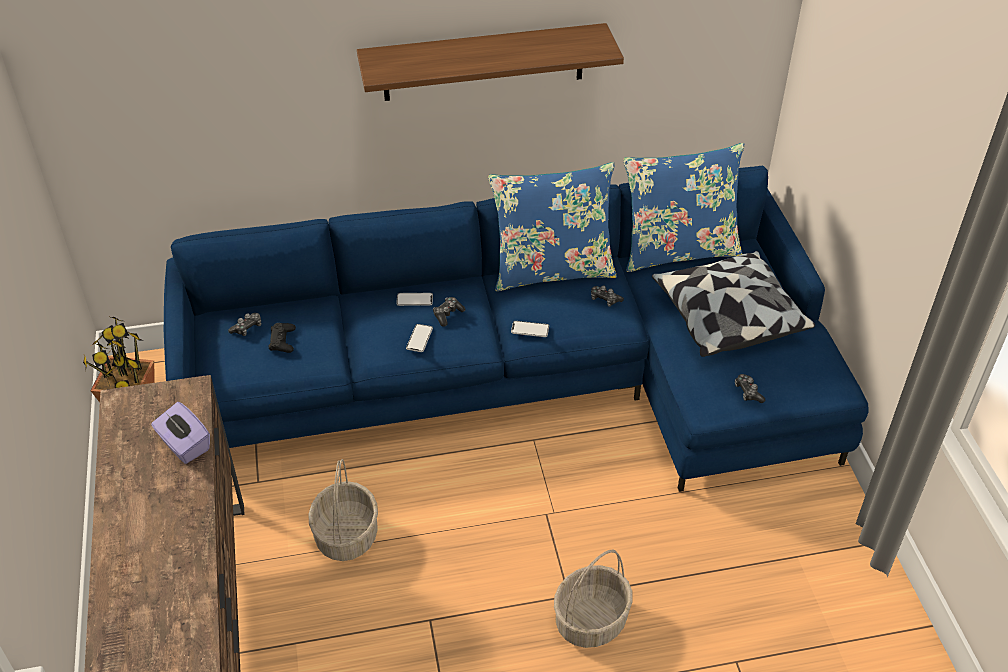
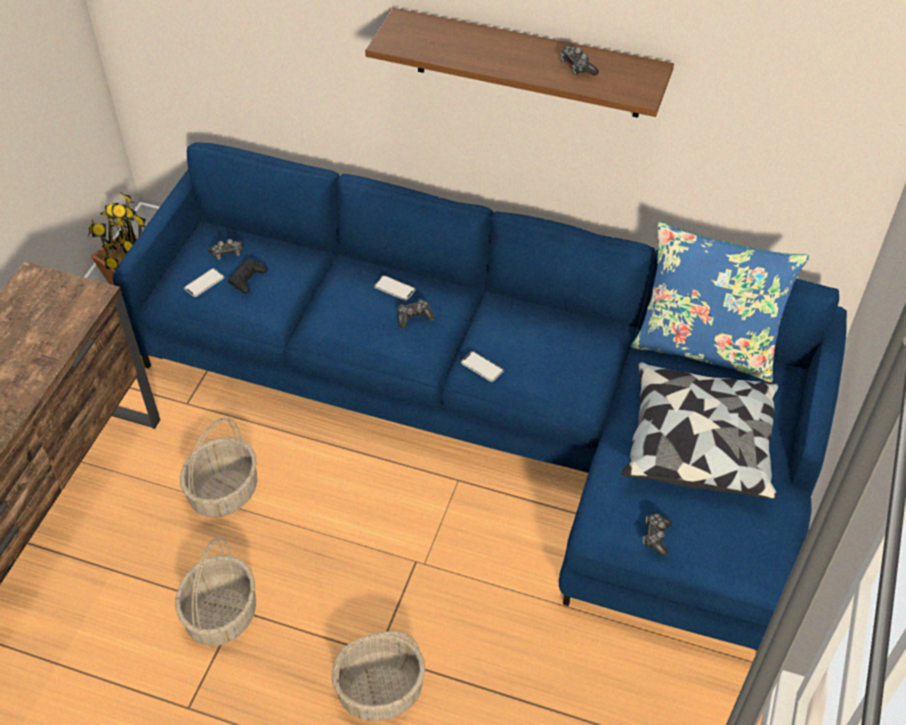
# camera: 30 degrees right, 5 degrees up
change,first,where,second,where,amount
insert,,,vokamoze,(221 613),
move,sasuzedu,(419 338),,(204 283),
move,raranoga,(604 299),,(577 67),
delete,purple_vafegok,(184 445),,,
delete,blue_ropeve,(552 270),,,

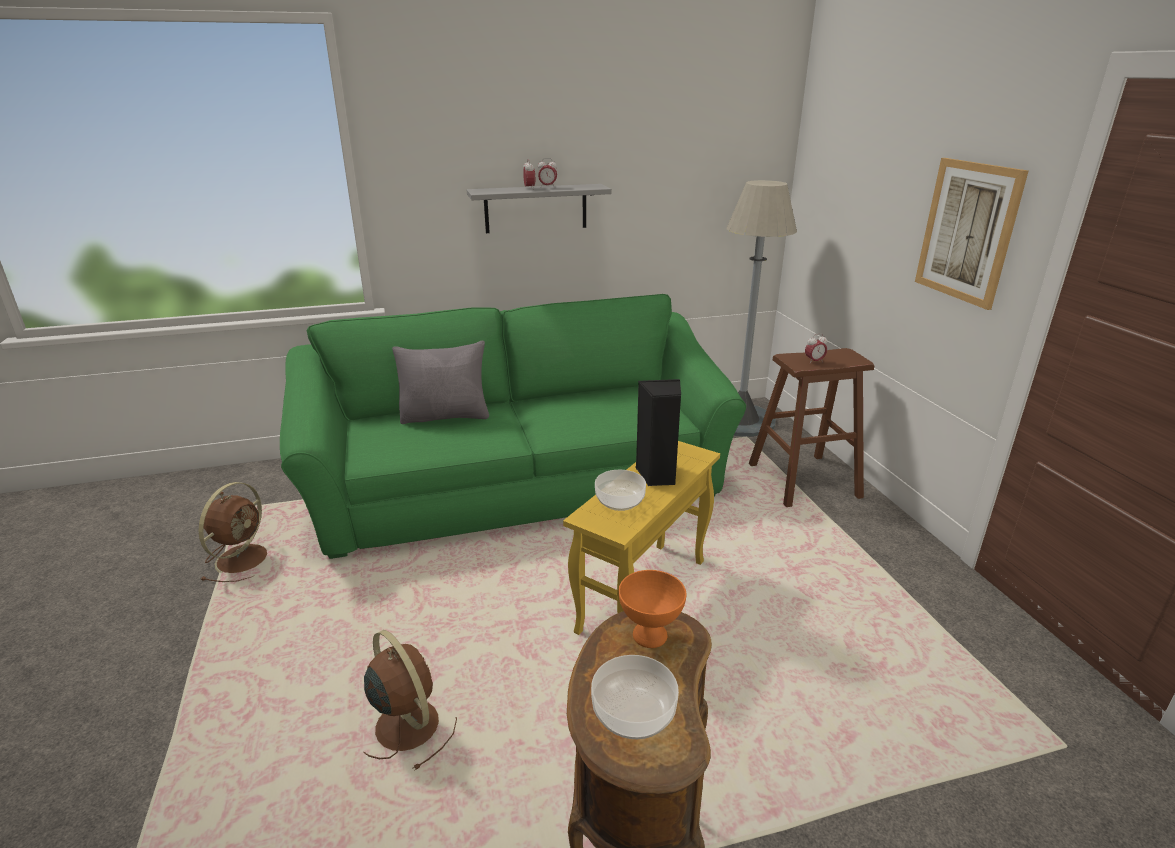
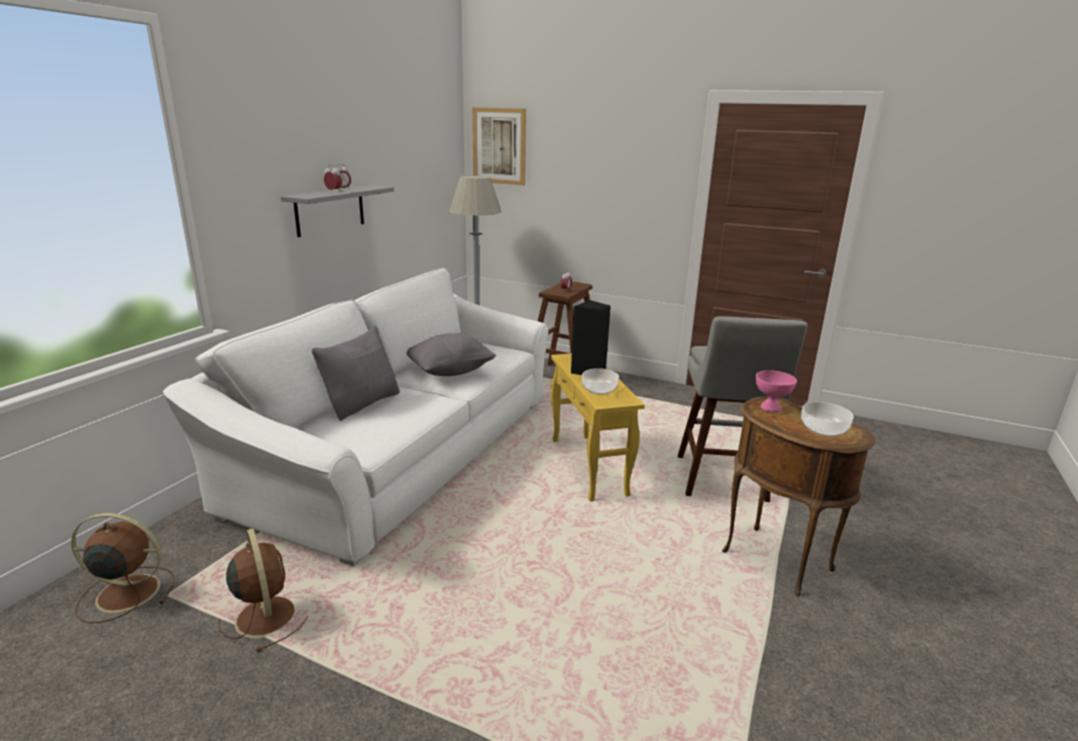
# camera: 50 degrees left, 5 degrees down
change,first,where,second,where,amount
move,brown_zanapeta,(405 723),,(125 593),
recolor,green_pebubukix,(519 482),white_pebubukix,(403 451),
insert,,,grey_ropeve,(450 371),
move,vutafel,(967 231),,(499 146),
insert,,,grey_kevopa,(721 482),
recolor,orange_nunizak,(649 634),pink_nunizak,(770 408),

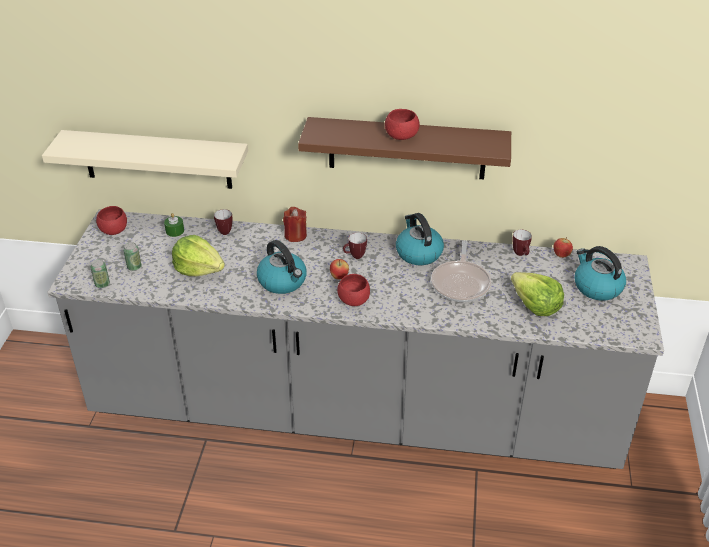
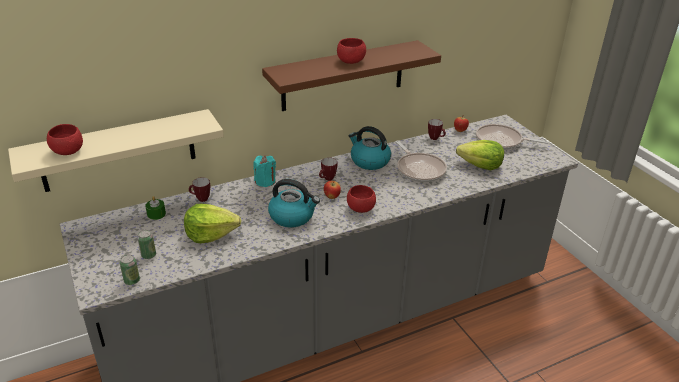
# camera: 35 degrees left, 5 degrees down
change,first,where,second,where,amount
move,red_nunizak,(113 230),,(67 151),
recolor,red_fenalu,(295 235),turquoise_fenalu,(265 181),
replace,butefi,(596 287),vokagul,(501 141),

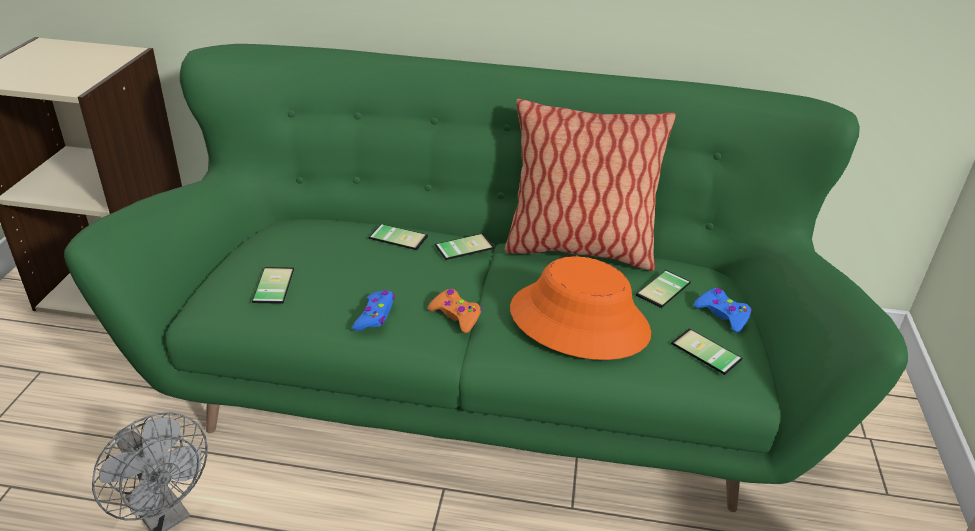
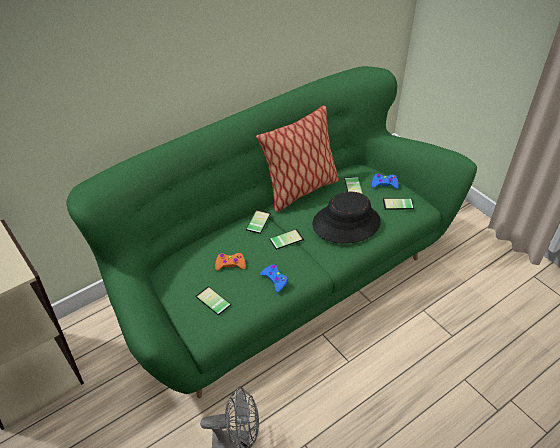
# camera: 45 degrees left, 10 degrees up
change,first,where,second,where,amount
move,orange_raranoga,(456 315),,(230 264),
move,sasuzedu,(399 236),,(285 238),
recolor,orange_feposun,(579 321),black_feposun,(346 223),

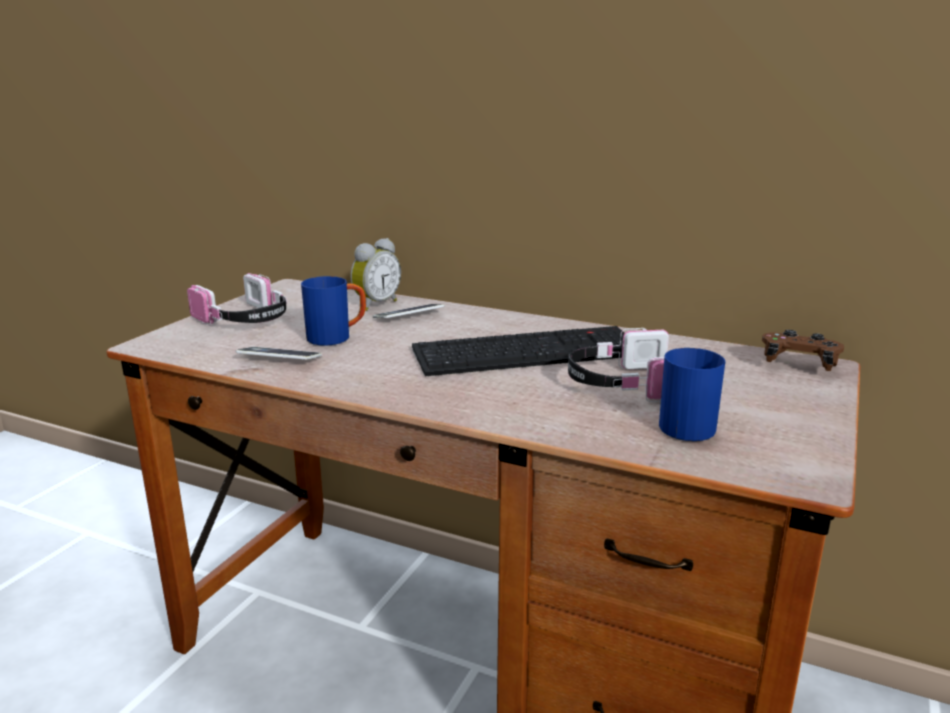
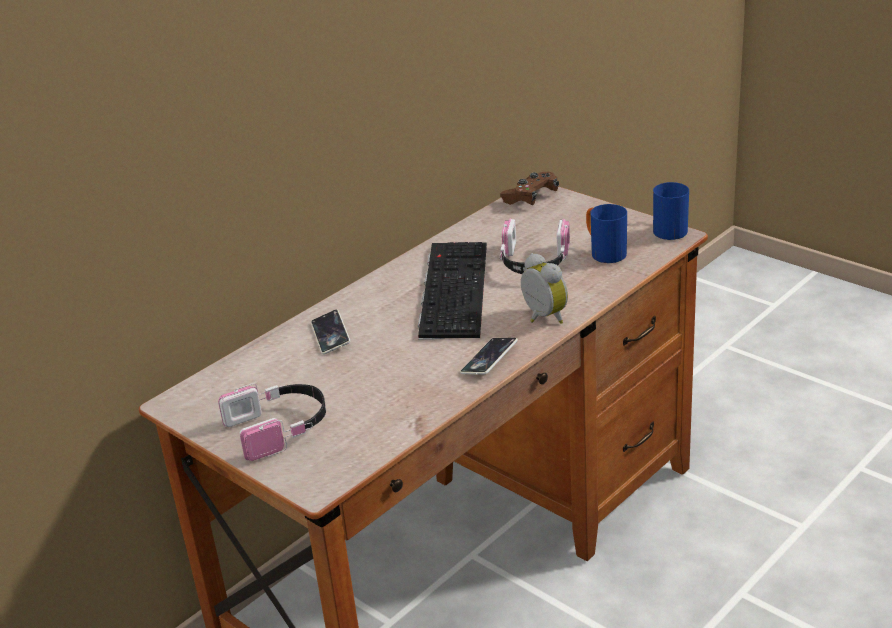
# camera: 70 degrees left, 10 degrees up
change,first,where,second,where,amount
move,sasuzedu,(279 358),,(489 360),
move,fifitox,(375 304),,(542 318),
move,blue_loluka,(337 337),,(668 229),

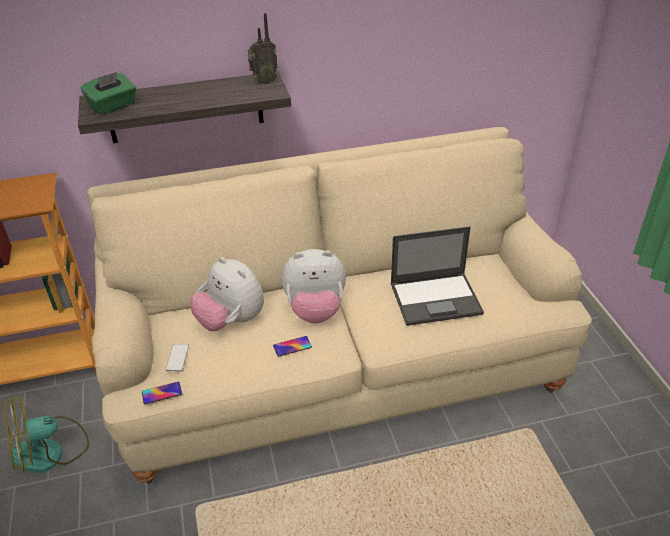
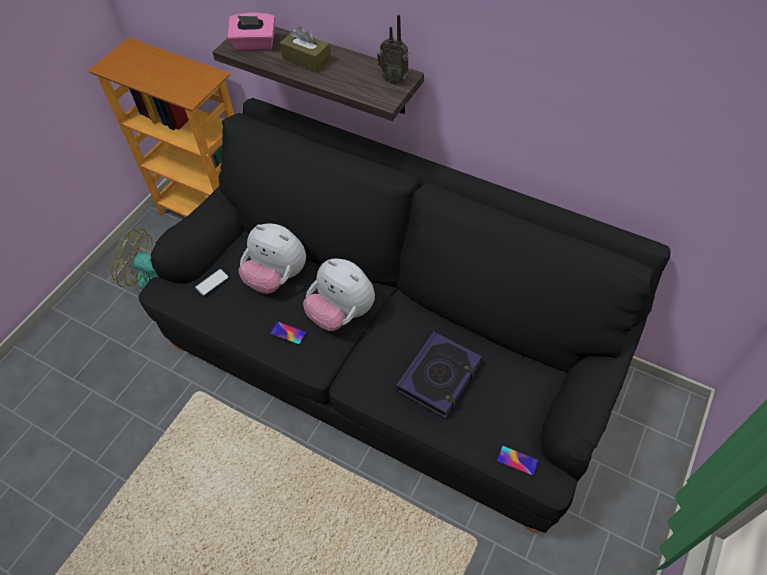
# camera: 45 degrees right, 15 degrees up
change,first,where,second,where,amount
recolor,beige_pebubukix,(337 368),black_pebubukix,(388 361),
recolor,green_vafegok,(113 107),pink_vafegok,(255 45),
rotate,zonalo,(231 321),,(276 277),60 degrees counterclockwise
insert,,,brown_vafegok,(307 59),
replace,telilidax,(436 298),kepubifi,(439 377),
move,sasuzedu,(162 393),,(517 461),

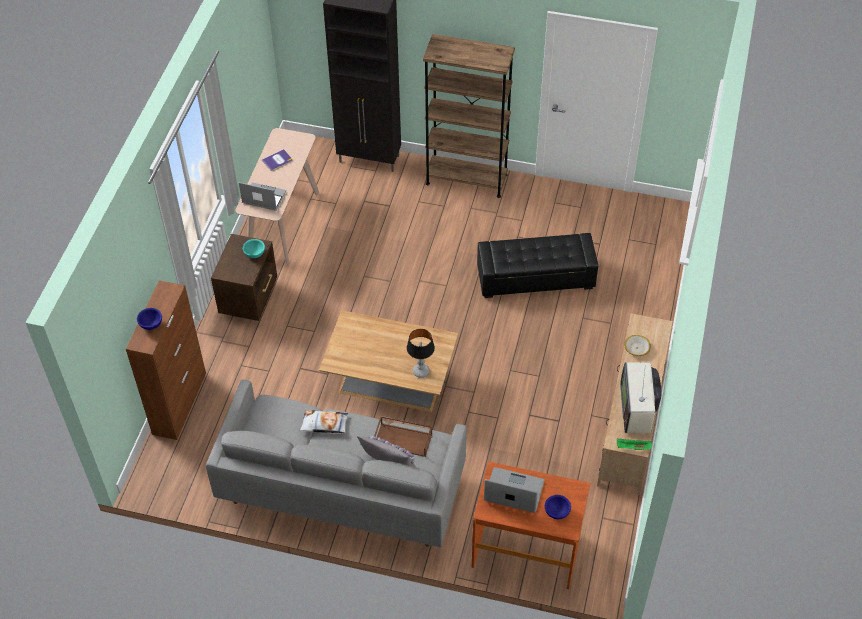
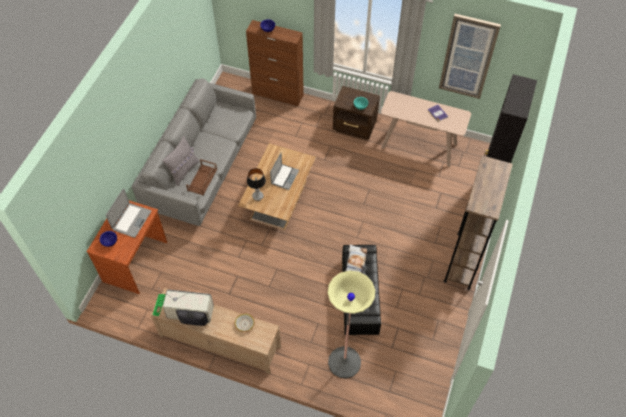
# camera: 95 degrees right, 5 degrees up
change,first,where,second,where,amount
move,telilidax,(263 198),,(284 177),
insert,,,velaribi,(344 362),
move,ropeve,(324 424),,(355 260),
insert,,,vutafel,(468 57),

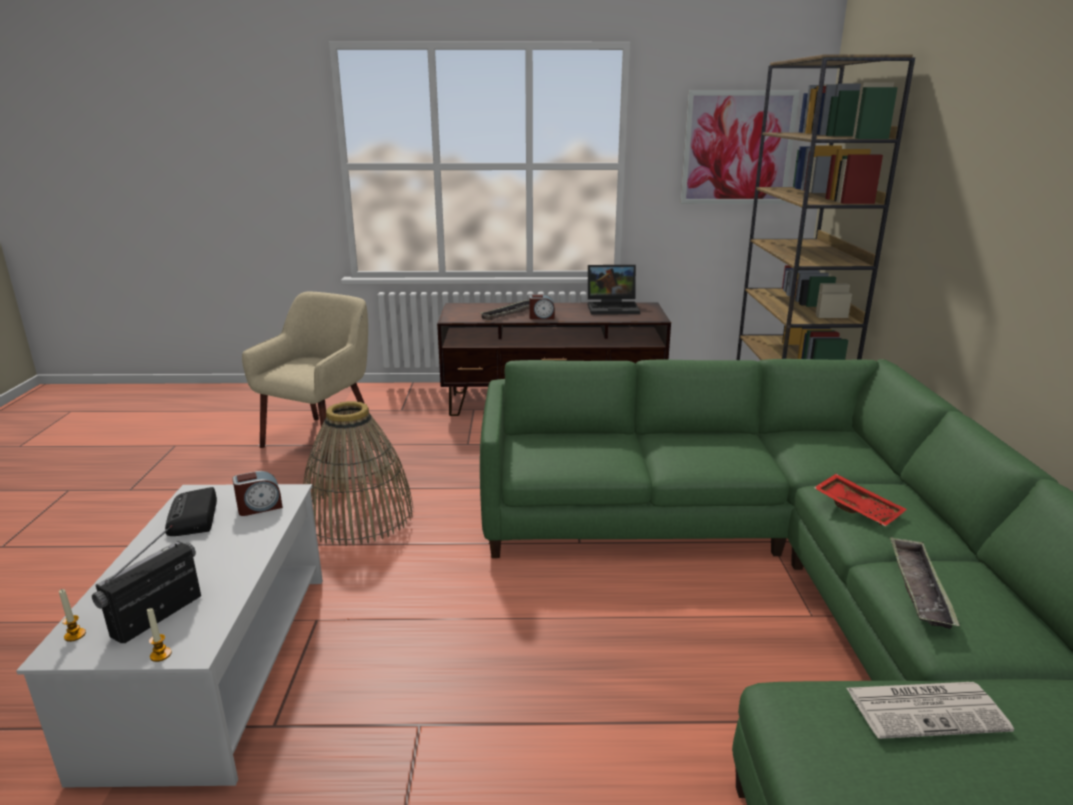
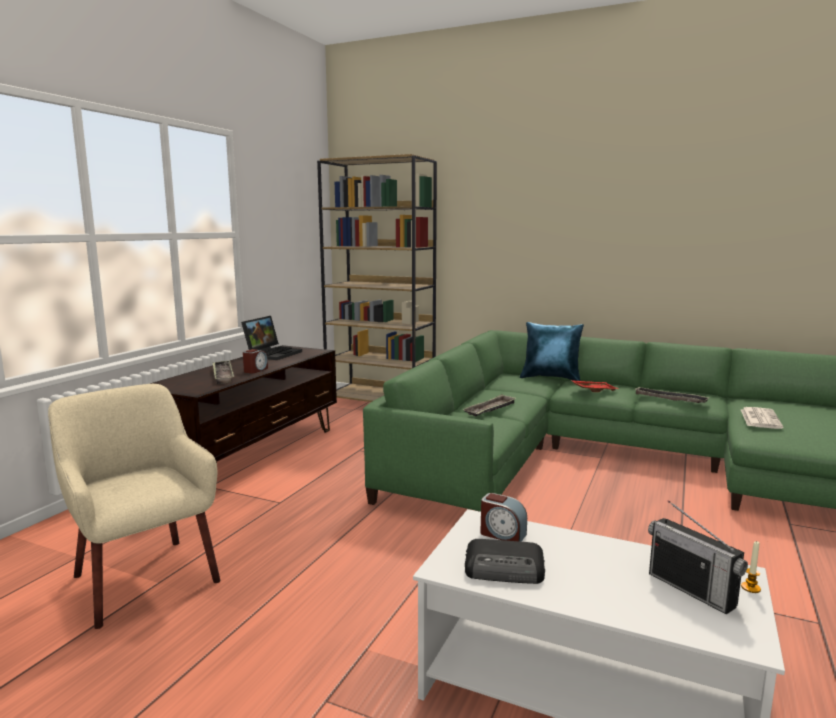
# camera: 65 degrees left, 10 degrees down
change,first,where,second,where,amount
insert,,,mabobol,(490 409),
rotate,fifitox,(260 507),,(502 534),120 degrees clockwise
insert,,,blue_ropeve,(551 378),
delete,fenalu,(75 635),,,
delete,vokamoze,(358 515),,,
delete,vutafel,(737 148),,,

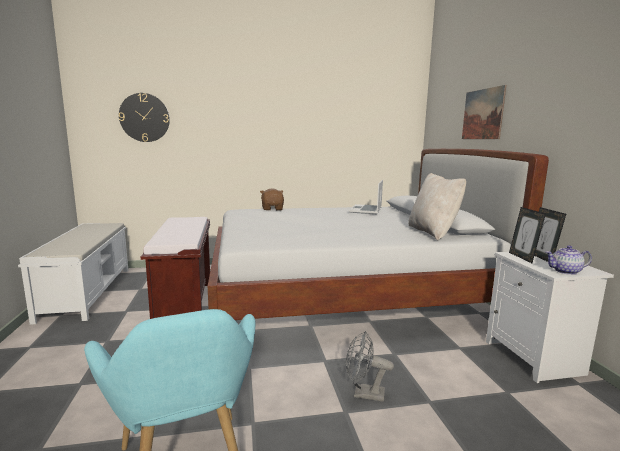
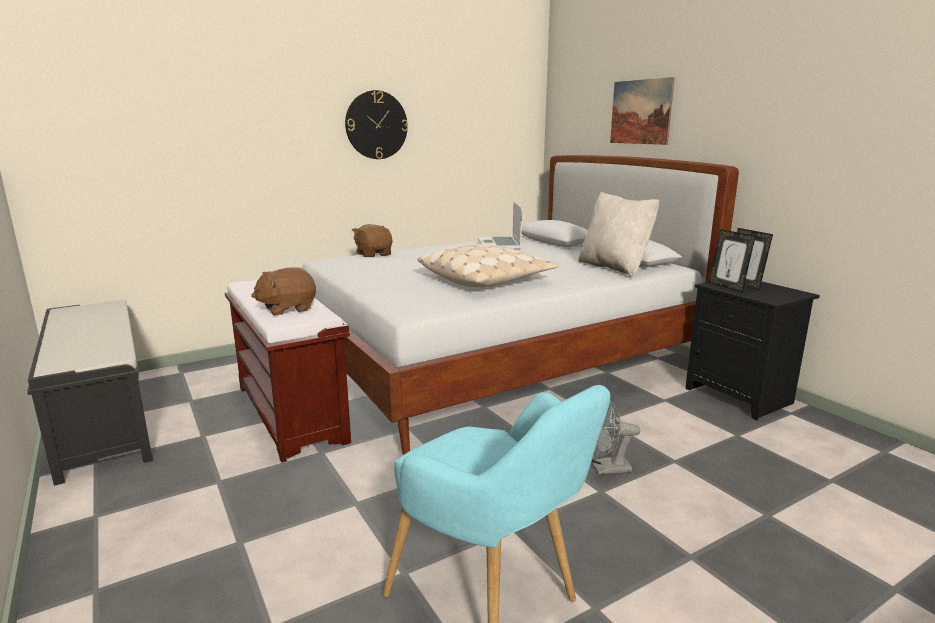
# camera: 20 degrees left, 5 degrees up
change,first,where,second,where,amount
recolor,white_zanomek,(88 292),black_zanomek,(103 420),
insert,,,brown_zonalo,(287 309),
move,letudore,(144 117),,(376 125),
insert,,,beige_ropeve,(486 279),
recolor,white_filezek,(535 358),black_filezek,(741 396),
delete,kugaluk,(565 271),,,

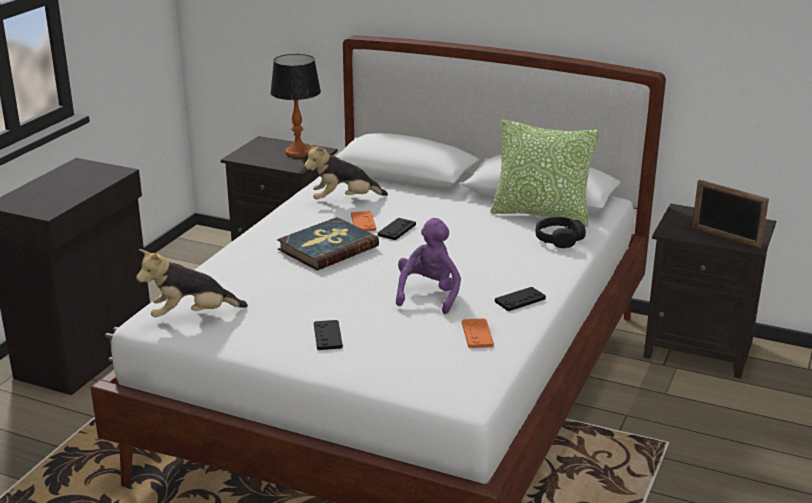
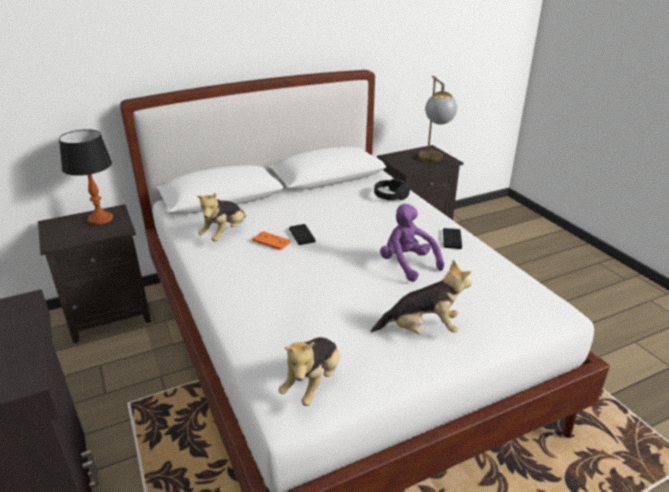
# camera: 50 degrees left, 5 degrees up
change,first,where,second,where,amount
replace,black_raranoga,(327 336),zonalo,(421 329),
replace,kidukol,(725 237),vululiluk,(433 161),
delete,kepubifi,(327 248),,,
delete,orange_raranoga,(477 334),,,
delete,ropeve,(541 214),,,

